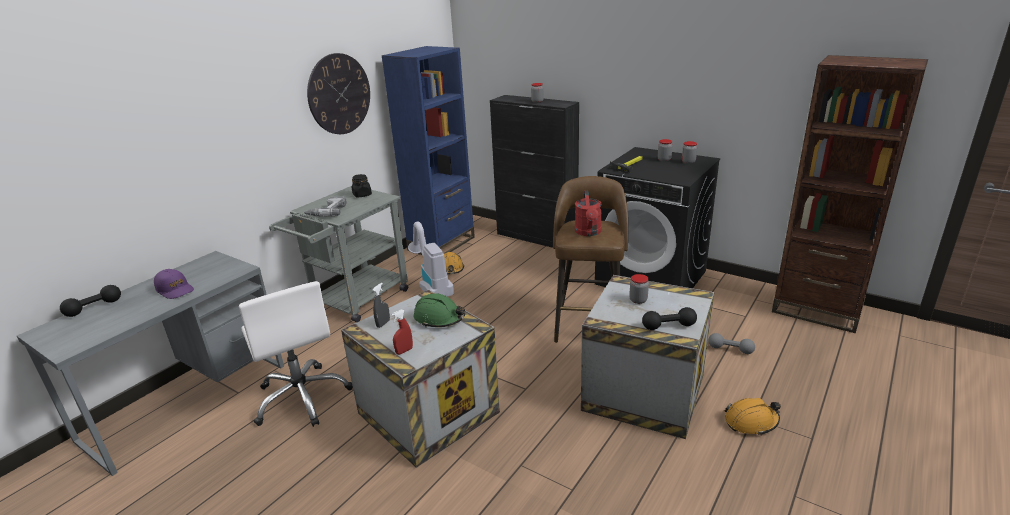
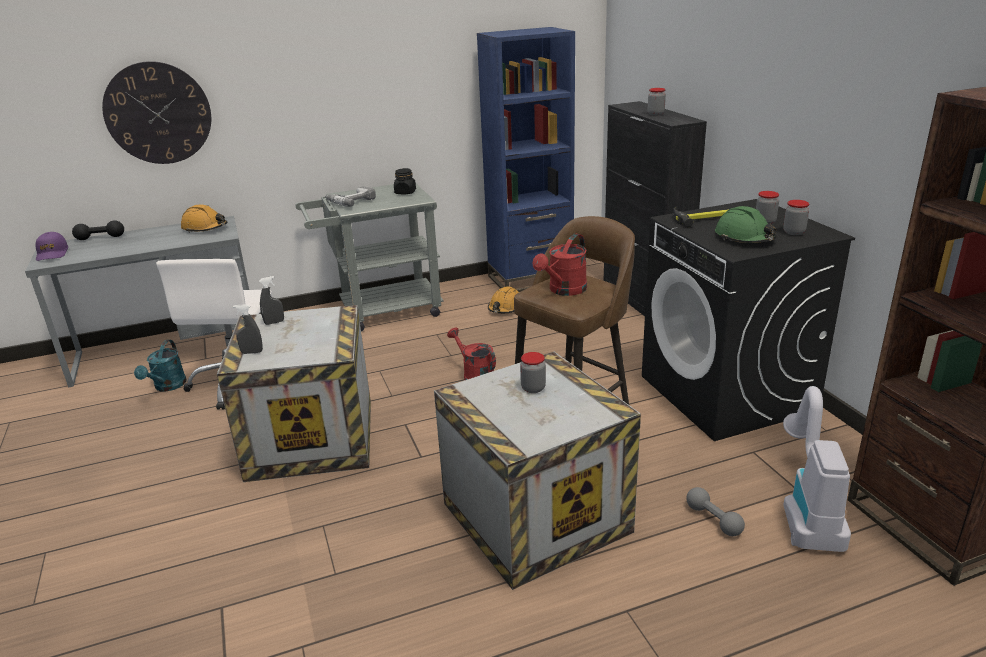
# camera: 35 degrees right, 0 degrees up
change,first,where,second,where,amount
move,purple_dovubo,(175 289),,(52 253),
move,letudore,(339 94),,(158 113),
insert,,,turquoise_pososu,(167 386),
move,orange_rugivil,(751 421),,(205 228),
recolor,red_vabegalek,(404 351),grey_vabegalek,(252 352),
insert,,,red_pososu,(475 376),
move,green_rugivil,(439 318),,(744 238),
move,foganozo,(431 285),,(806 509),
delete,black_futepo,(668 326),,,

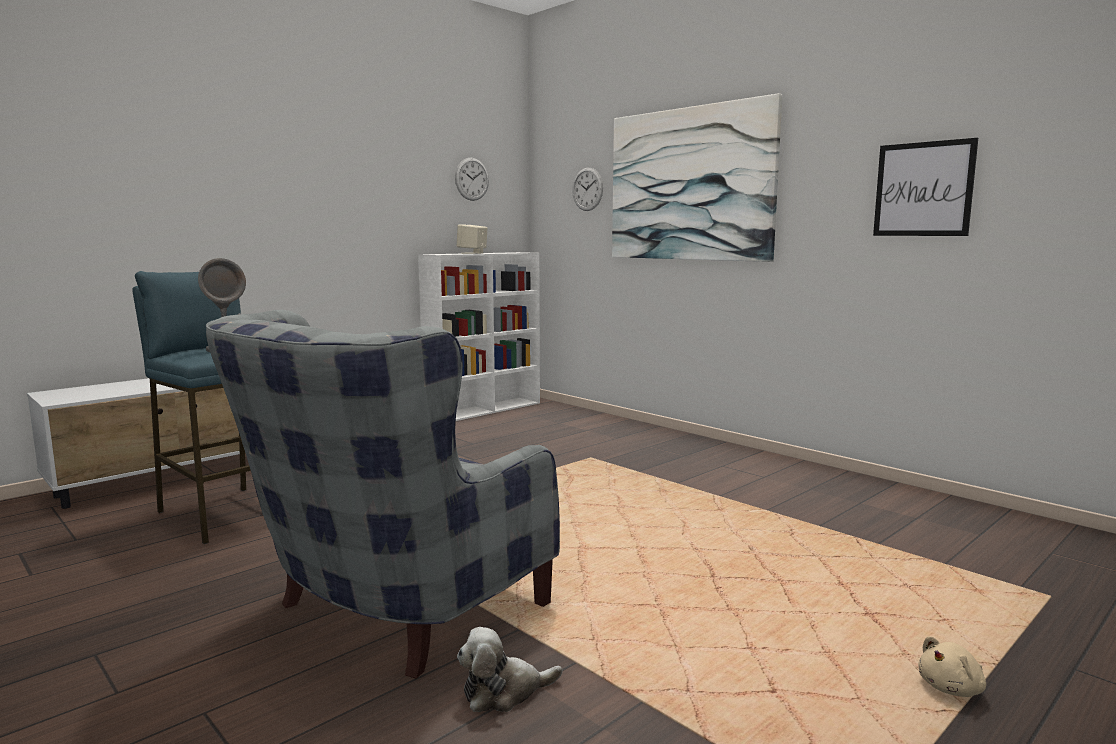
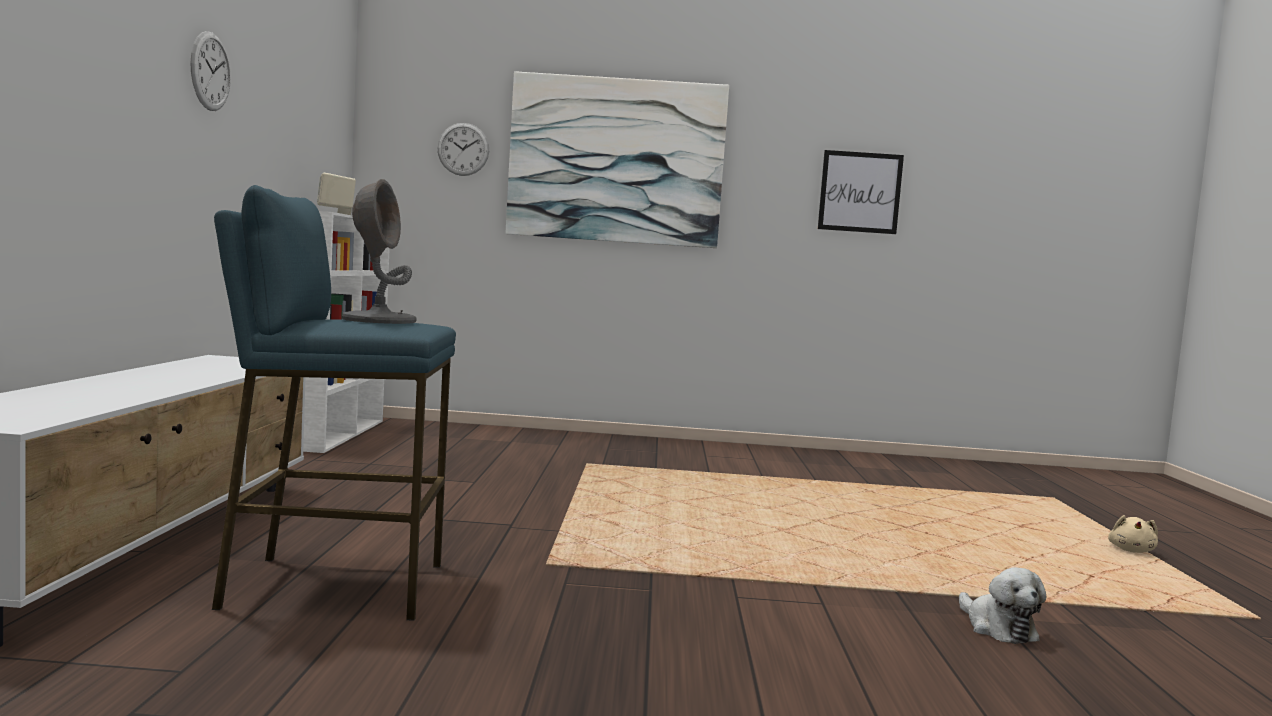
# camera: 45 degrees left, 5 degrees down
change,first,where,second,where,amount
move,letudore,(472 179),,(210 71),
rotate,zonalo,(504 692),,(997 628),45 degrees counterclockwise
delete,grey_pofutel,(390 613),,,

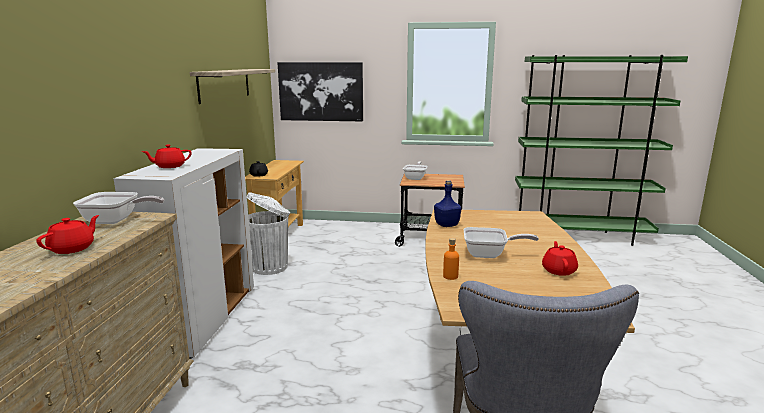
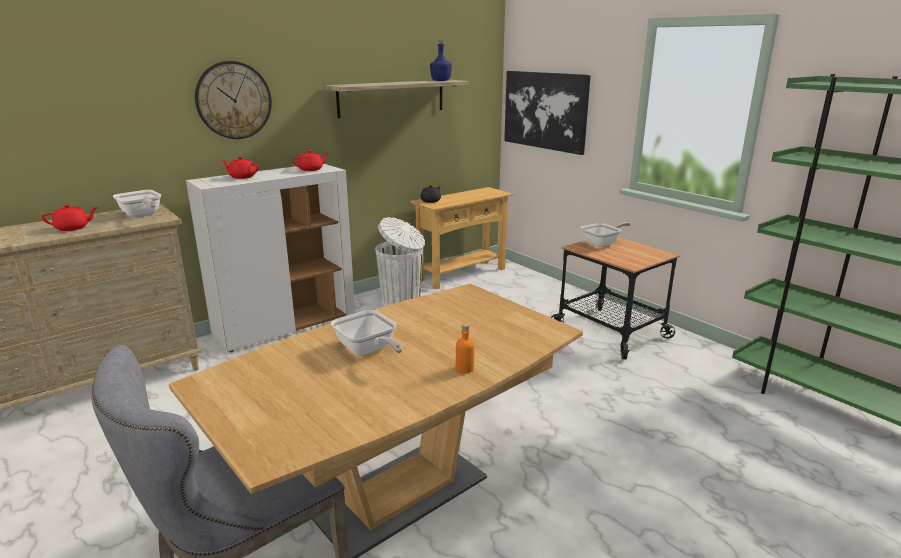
# camera: 45 degrees right, 5 degrees up
change,first,where,second,where,amount
insert,,,letudore,(233 100),
move,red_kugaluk,(559 270),,(311 169),
move,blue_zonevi,(447 225),,(441 81),
move,orange_zonevi,(450 276),,(464 368),

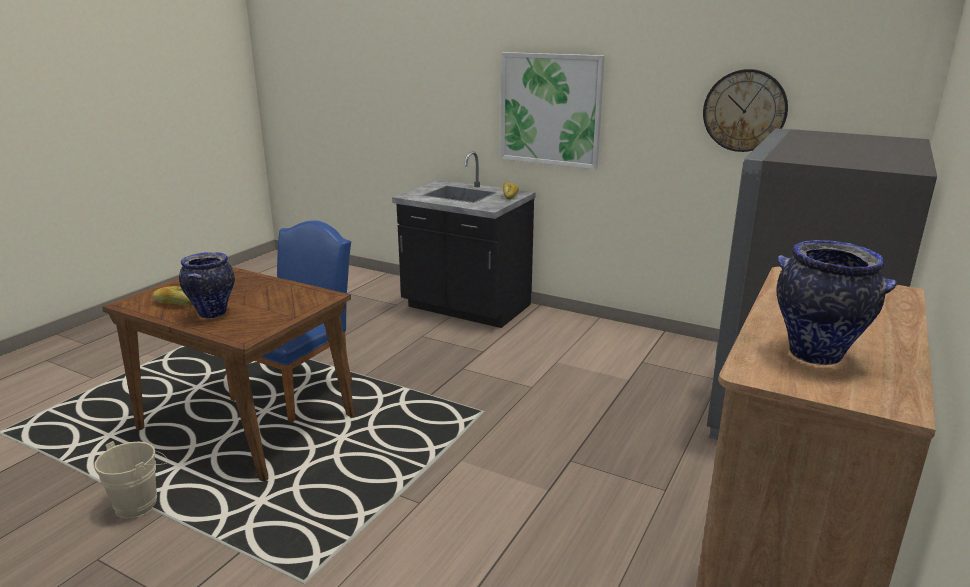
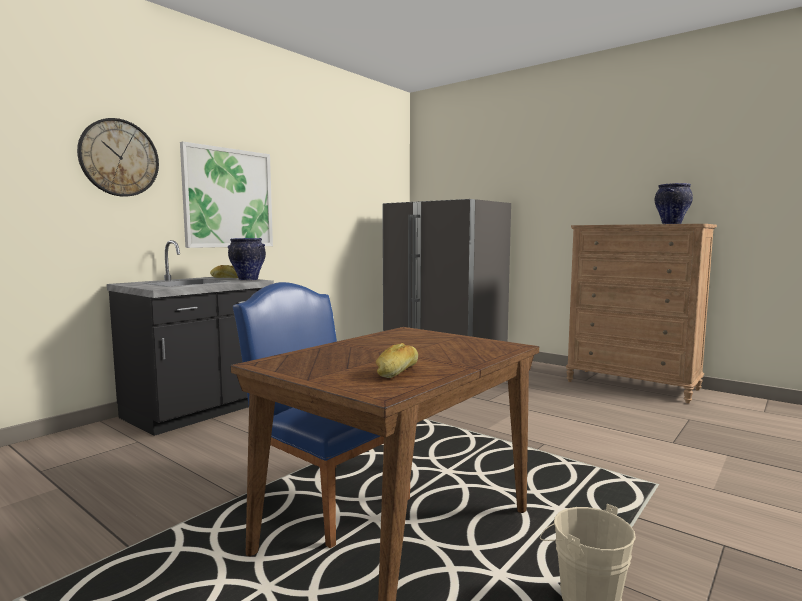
# camera: 80 degrees left, 15 degrees down
change,first,where,second,where,amount
move,letudore,(744 110),,(119 158),
move,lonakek,(212 313),,(247 280),

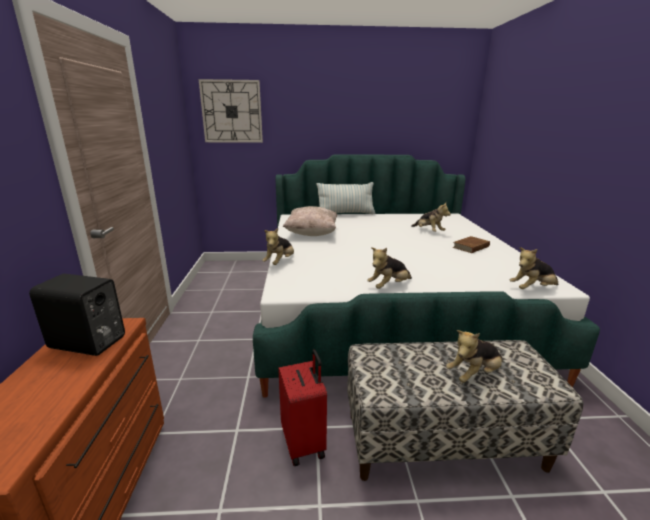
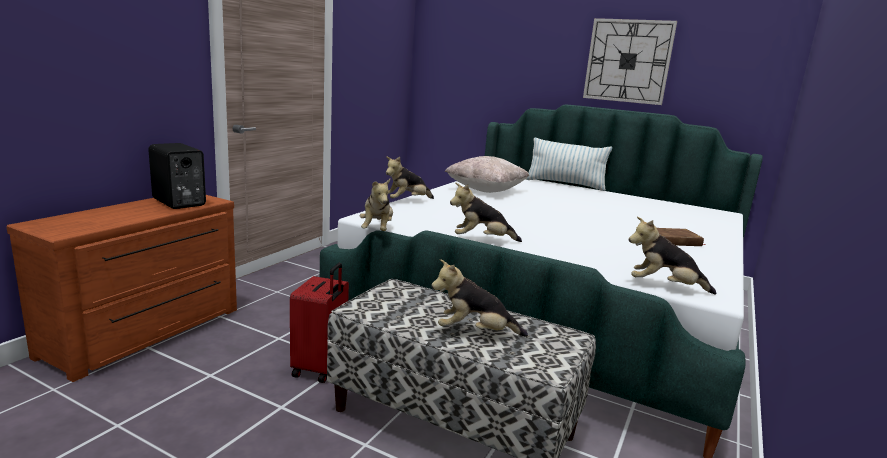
# camera: 30 degrees right, 5 degrees down
change,first,where,second,where,amount
move,zonalo,(428 231),,(377 230),
move,letudore,(232 111),,(628 61),

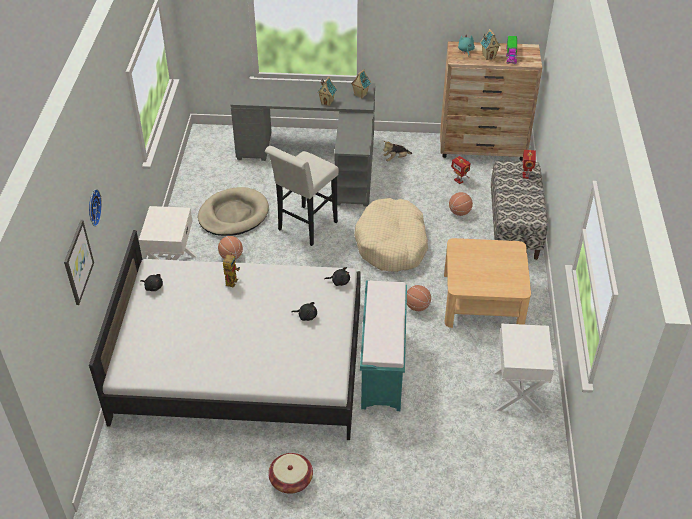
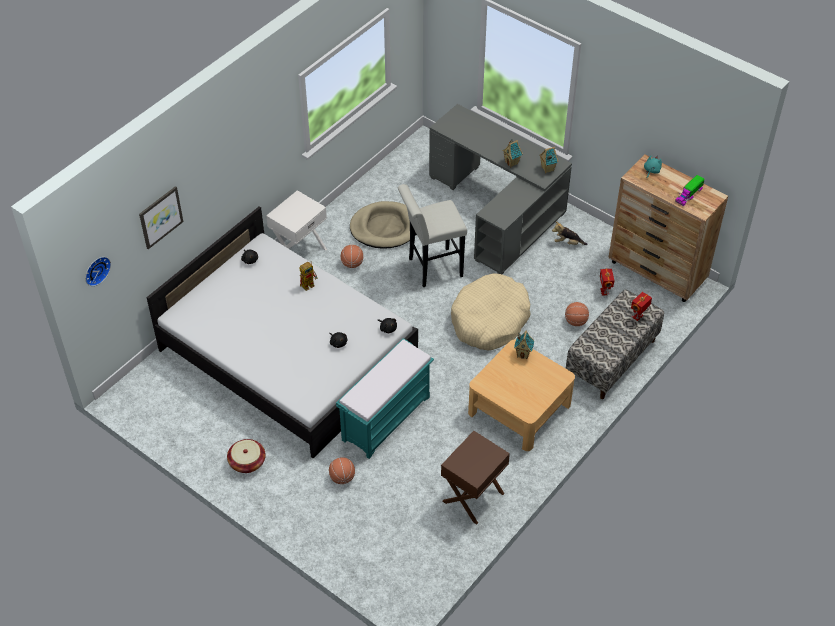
# camera: 35 degrees right, 5 degrees up
change,first,where,second,where,amount
move,letudore,(92 207),,(96 270),
move,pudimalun,(417 306),,(342 478),
recolor,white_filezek,(518 392),brown_filezek,(474 497),
move,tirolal,(488 56),,(523 354),

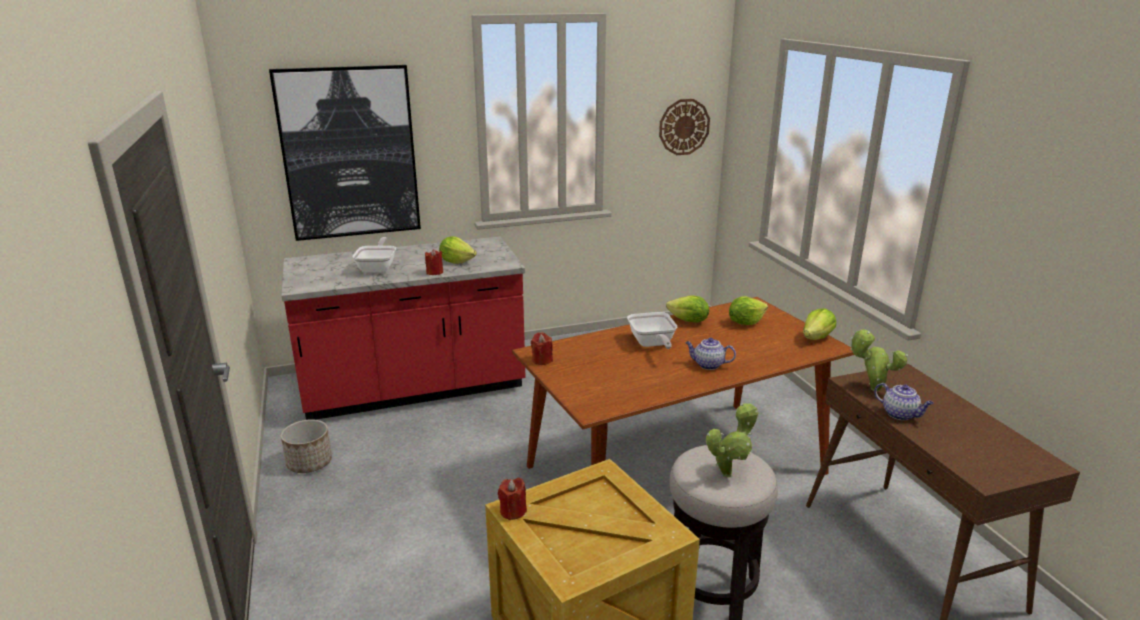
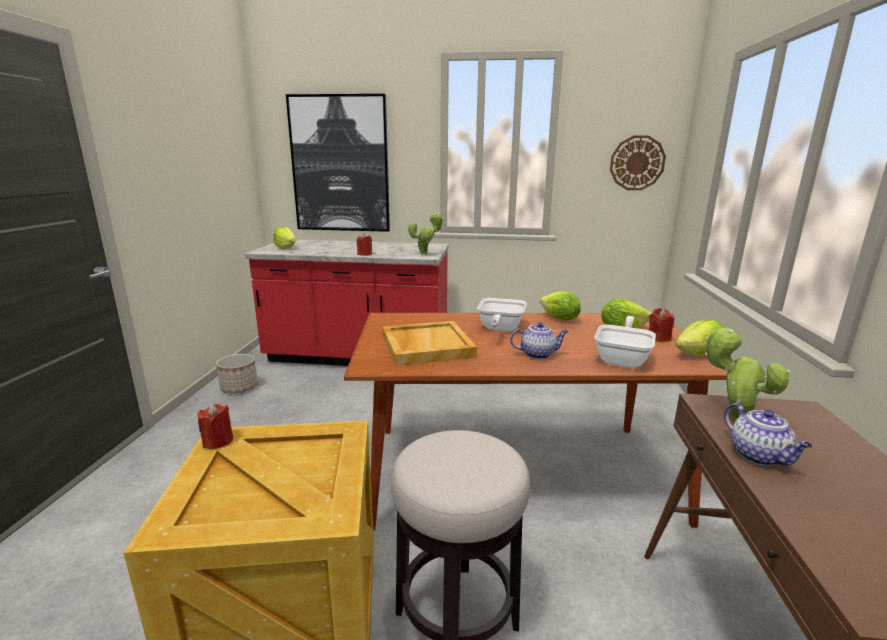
# camera: 25 degrees right, 5 degrees down
change,first,where,second,where,amount
move,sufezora,(456 261),,(286 248),
insert,,,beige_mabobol,(426 346),
move,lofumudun,(729 472),,(426 254),
rotate,kugaluk,(708 365),,(538 354),135 degrees clockwise
move,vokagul,(378 268),,(623 359),
move,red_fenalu,(542 360),,(658 338),

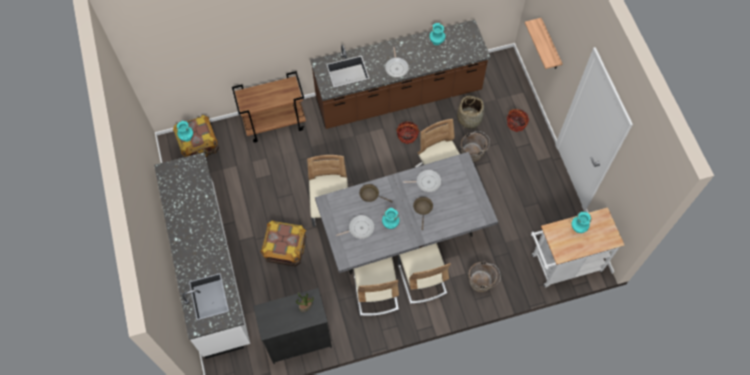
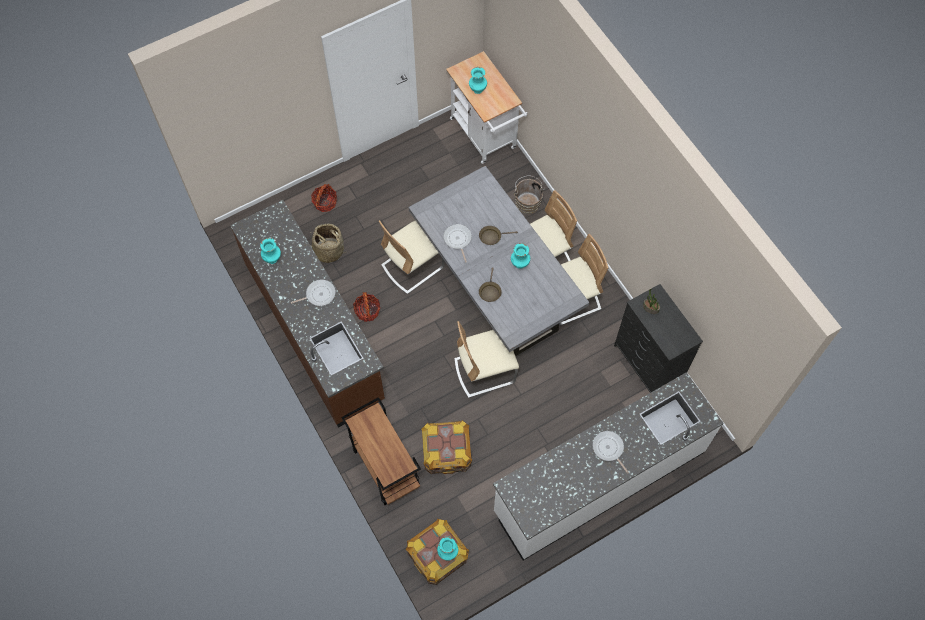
# camera: 105 degrees left, 0 degrees up
change,first,where,second,where,amount
move,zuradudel,(285 247),,(447 451),
move,vokagul,(359 228),,(609 449),
delete,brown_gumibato,(473 153),,,
delete,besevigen,(550 46),,,

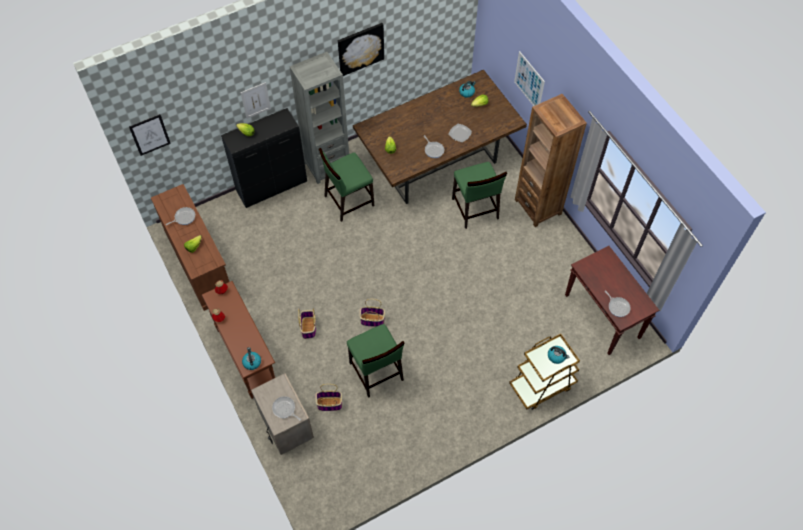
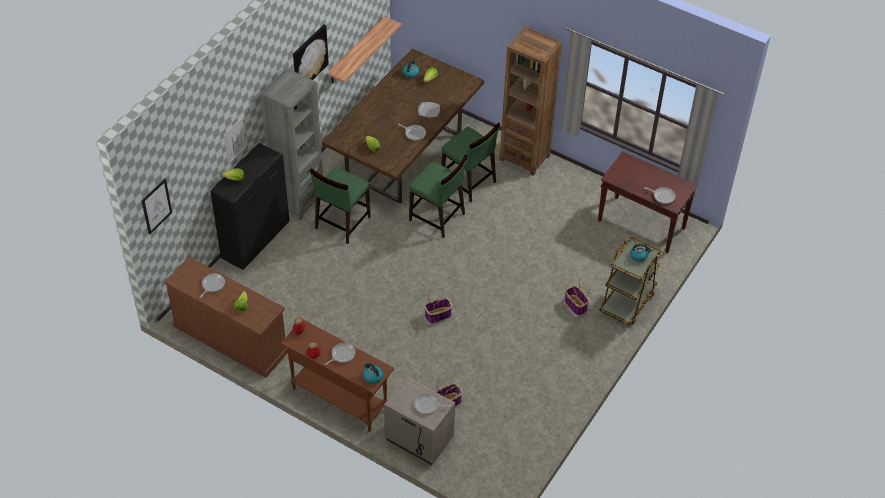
# camera: 30 degrees left, 10 degrees down
change,first,where,second,where,amount
insert,,,vokagul,(342 354),
insert,,,besevigen,(356 51),
move,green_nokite,(376 372),,(437 217),
move,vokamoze,(308 328),,(576 305),
delete,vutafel,(529 81),,,

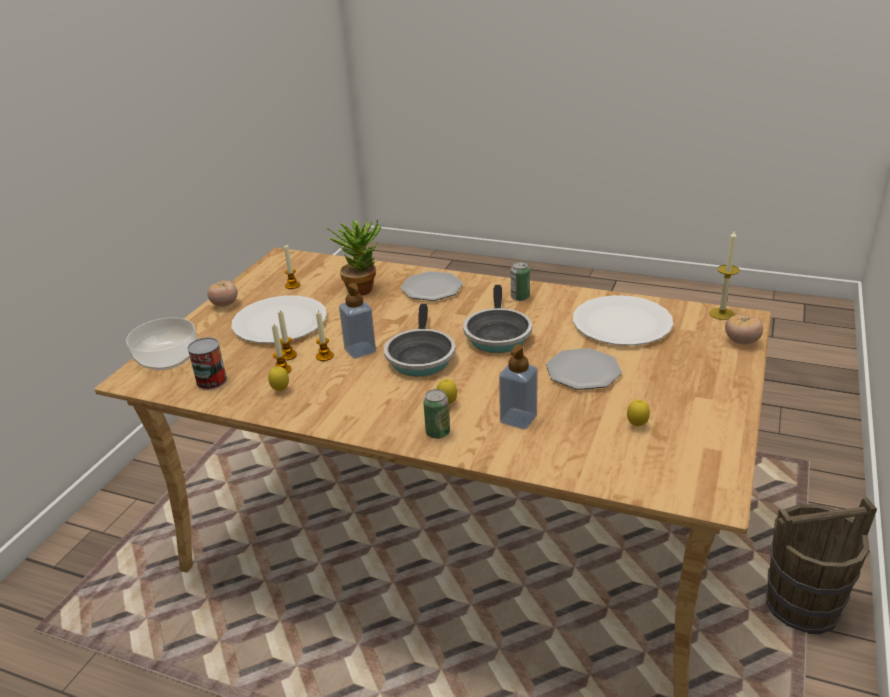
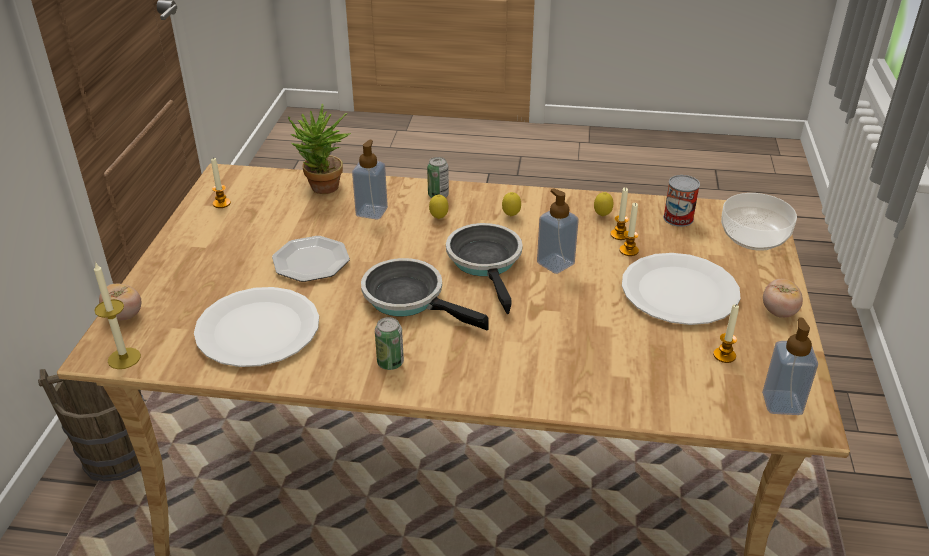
# camera: 165 degrees right, 5 degrees up
change,first,where,second,where,amount
move,fenalu,(324 356),,(221 203),
move,lofumudun,(362 287),,(323 190),
rotate,vokagul,(497 334),,(409 298),45 degrees counterclockwise
move,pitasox,(637 426),,(511 216),
insert,,,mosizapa,(782 403),
delete,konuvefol,(432 289),,,

